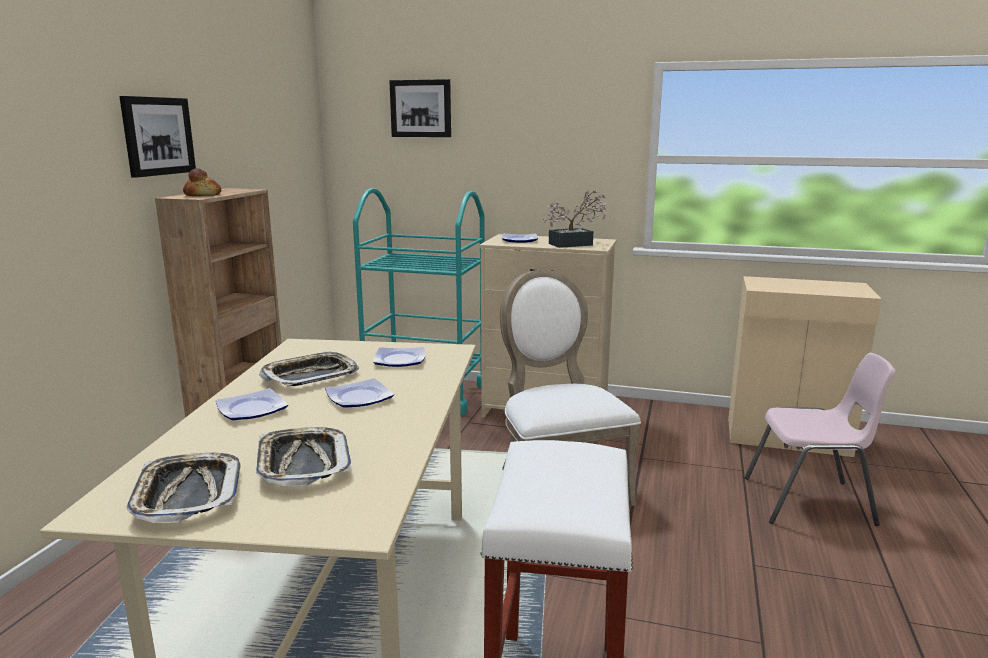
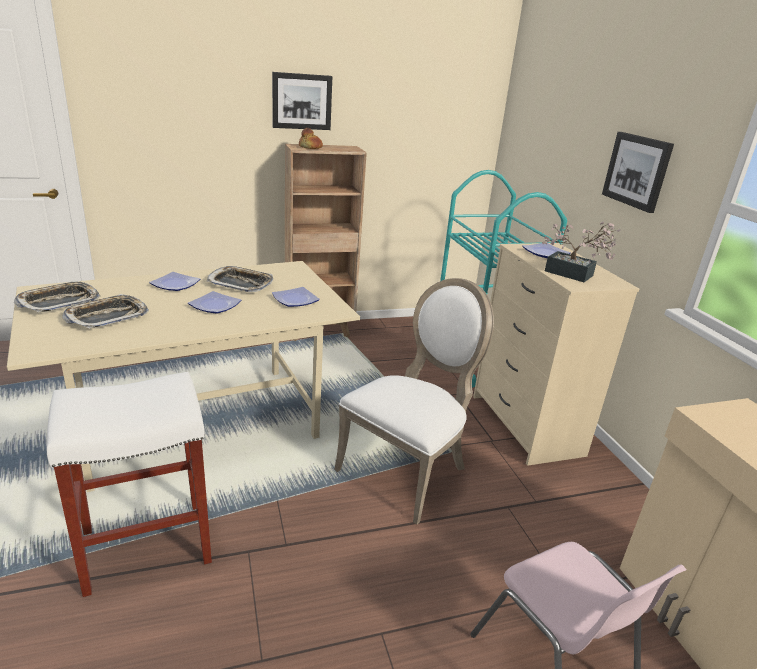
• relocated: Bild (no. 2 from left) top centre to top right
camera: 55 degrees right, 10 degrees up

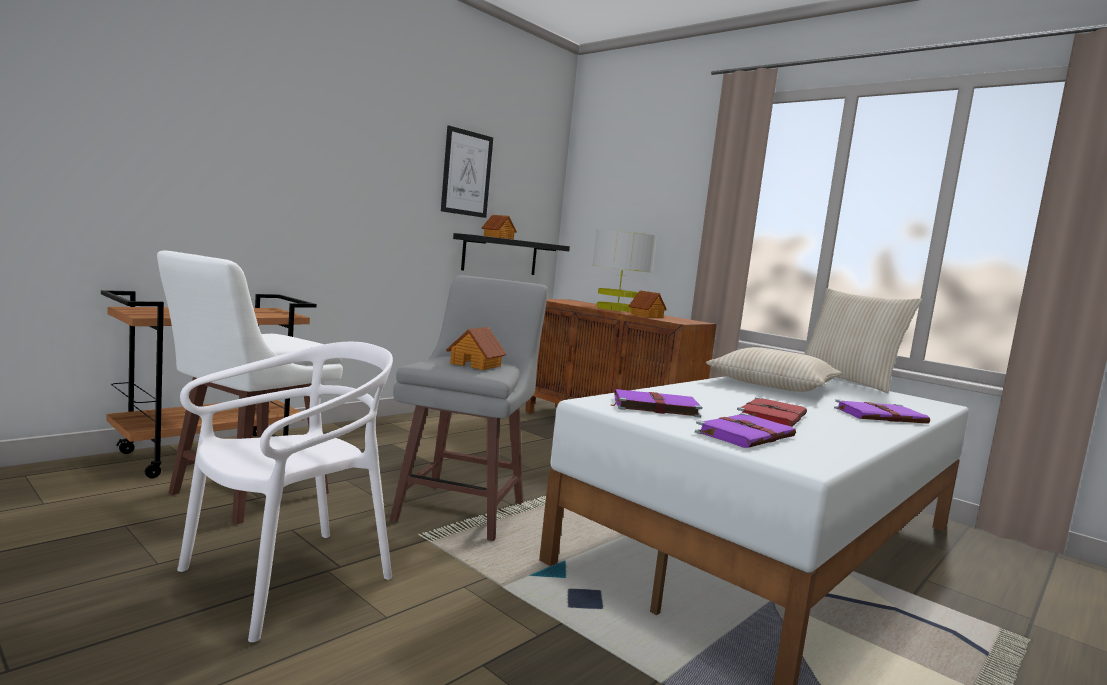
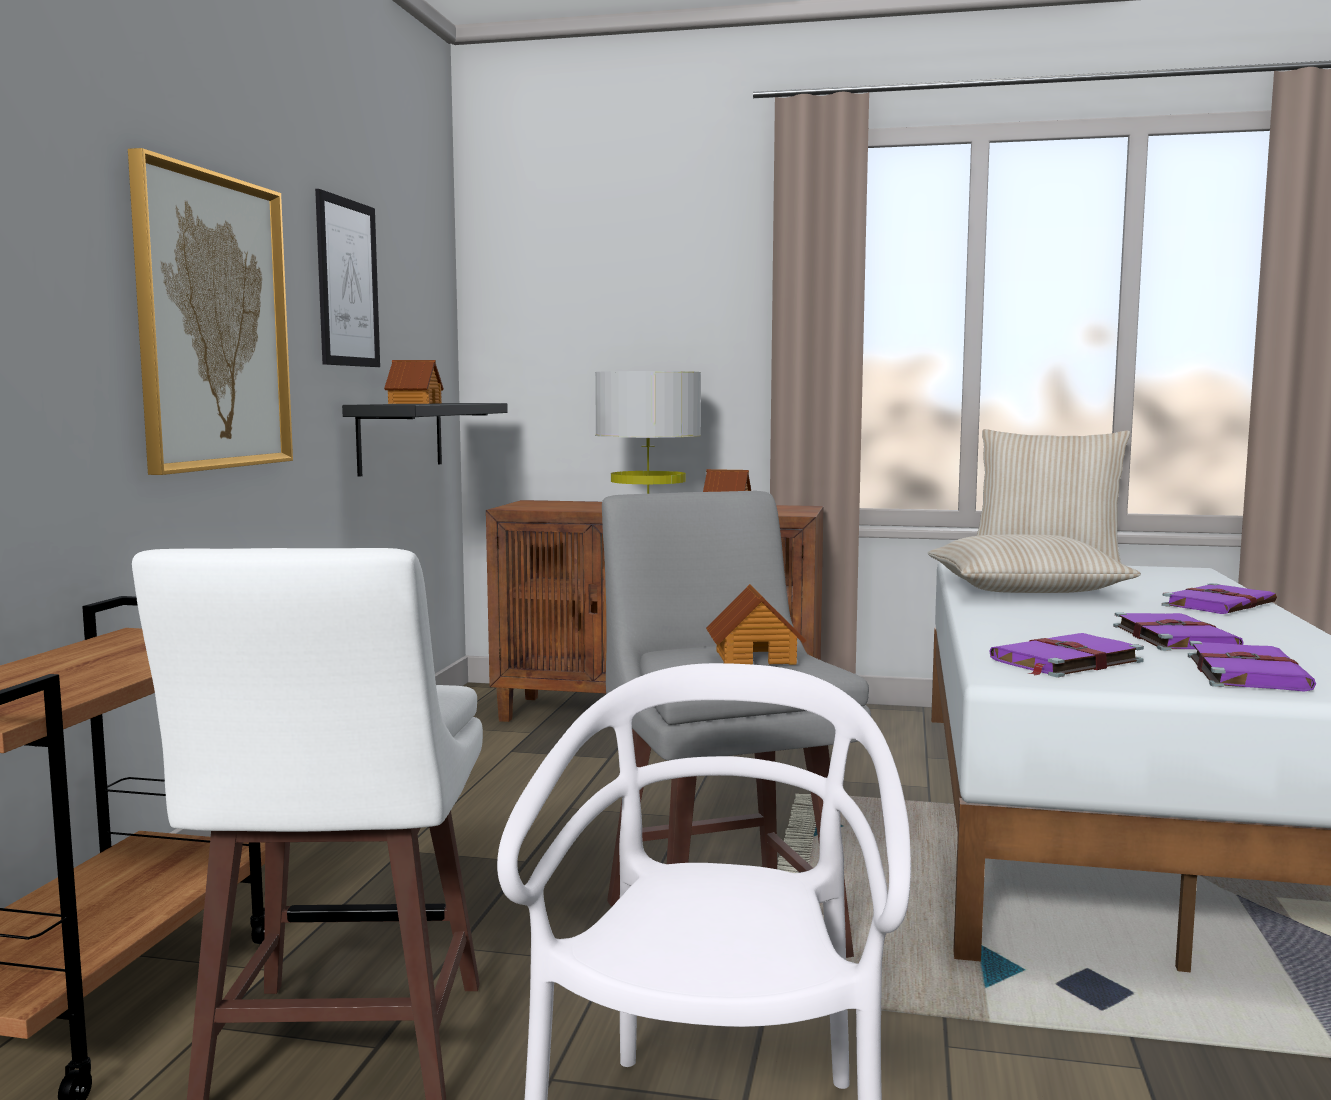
• appeared: Bild (no. 1 from left) top left
• colour: Buch (rot) middle right to Buch (lila) (no. 2 from left) middle right
camera: 30 degrees left, 0 degrees up

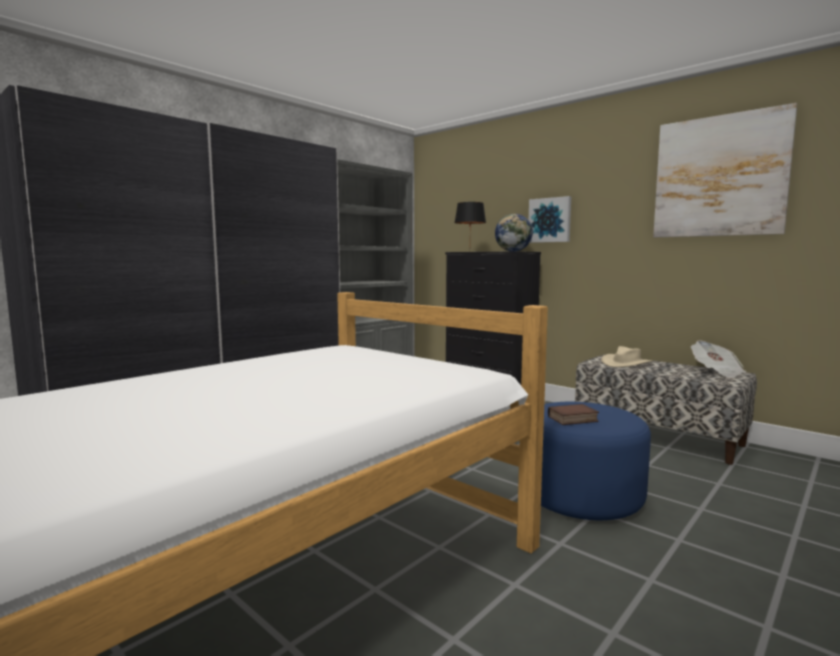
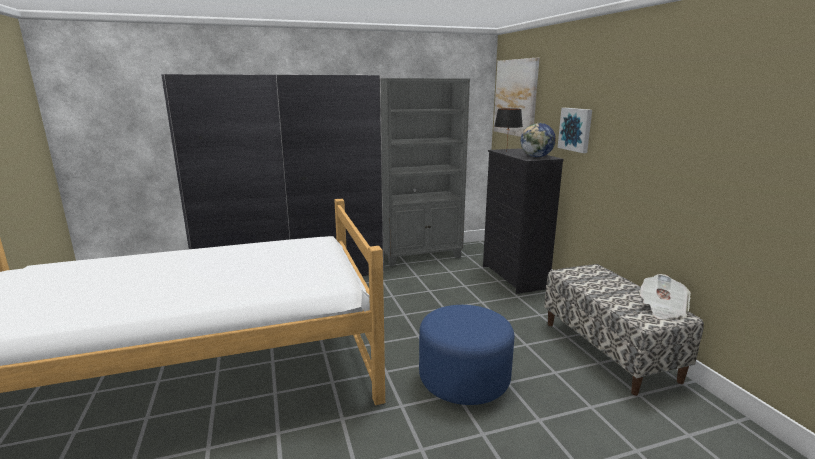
• relocated: Bild (no. 2 from left in the first image) top right to Bild (no. 1 from left) top centre
• missing: Buch middle right
• missing: Hut (beige) middle right
camera: 30 degrees right, 10 degrees up

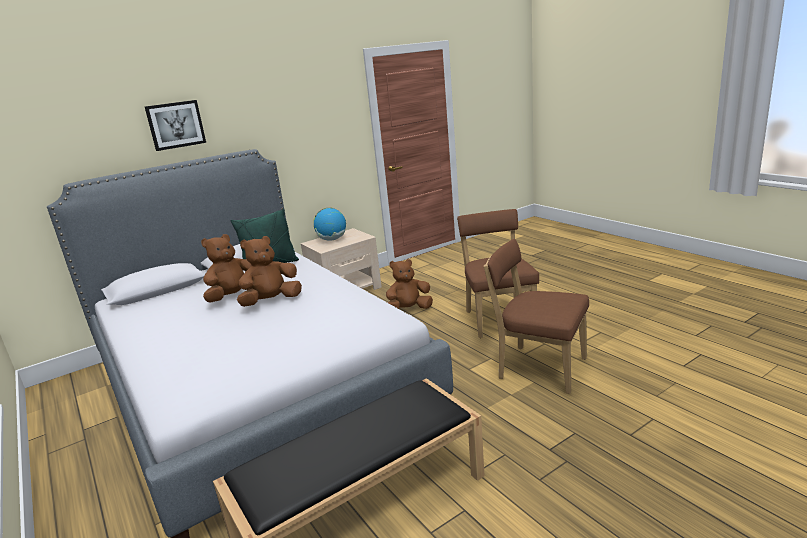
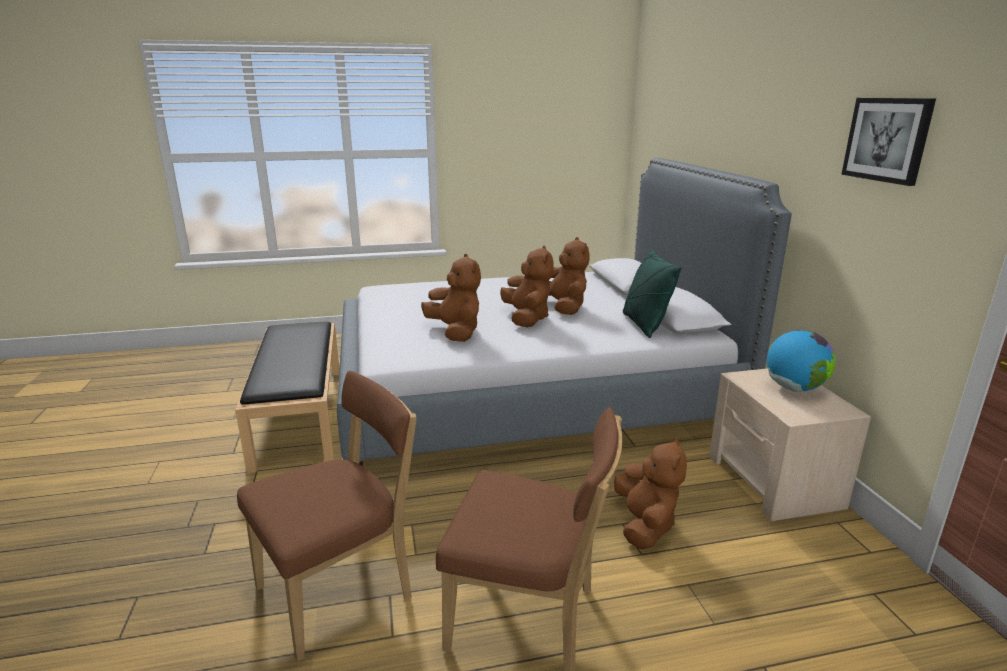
• appeared: Plüschtier (braun) (no. 1 from left) centre
• relocated: Bild top left to top right
camera: 110 degrees right, 0 degrees up

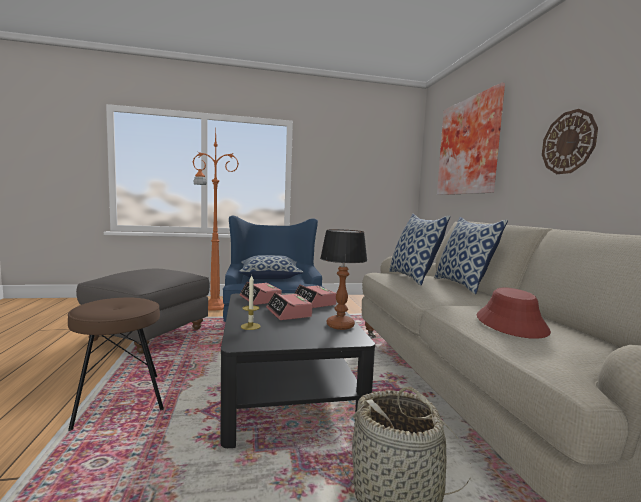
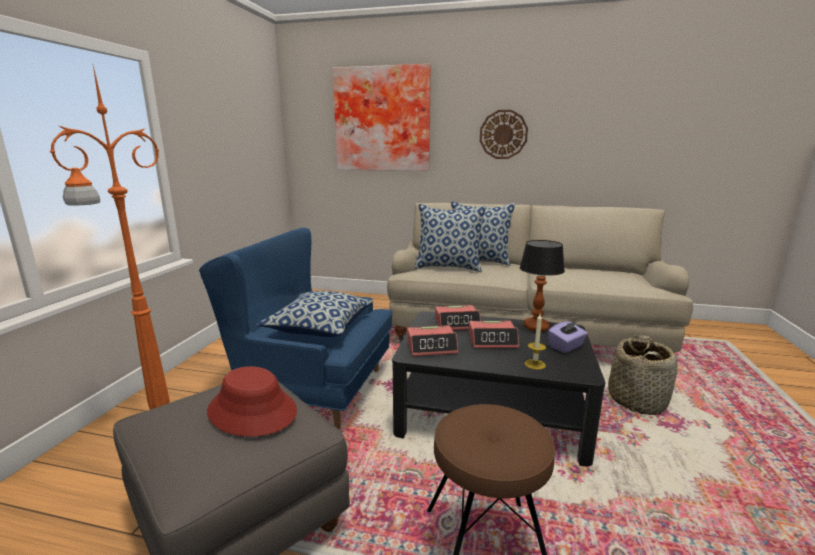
• relocated: Hut (rot) middle right to bottom left
• appeared: Taschentuchbox (lila) middle right
camera: 65 degrees left, 10 degrees up

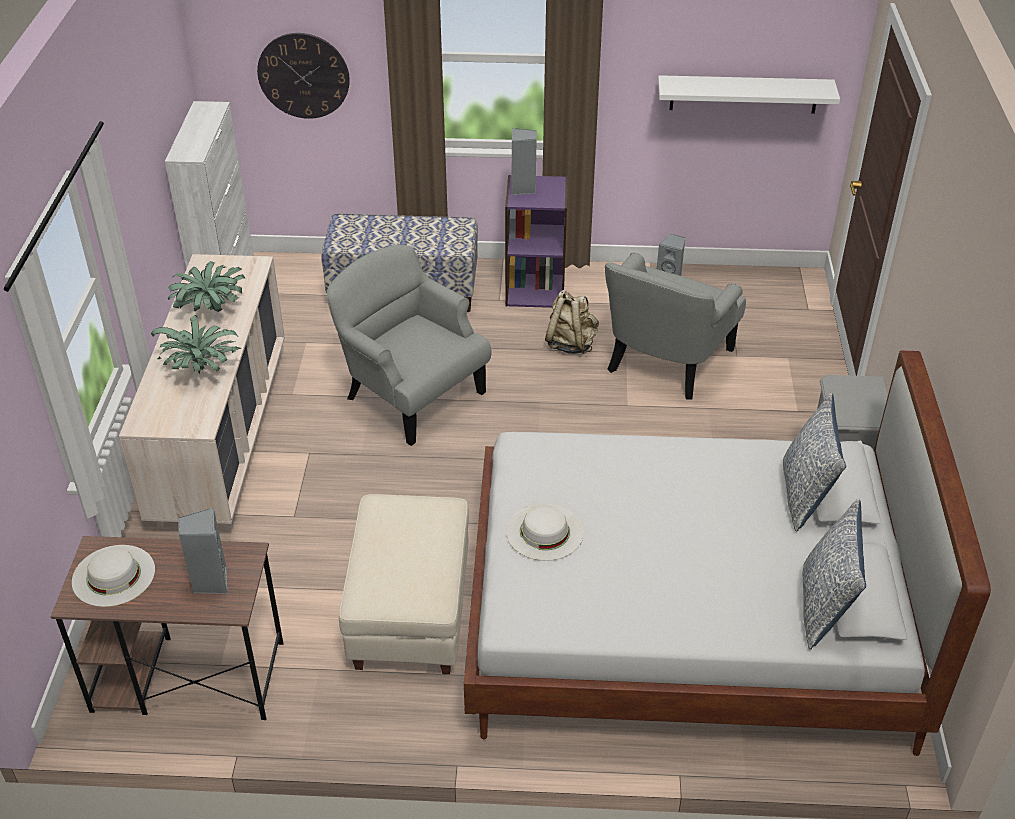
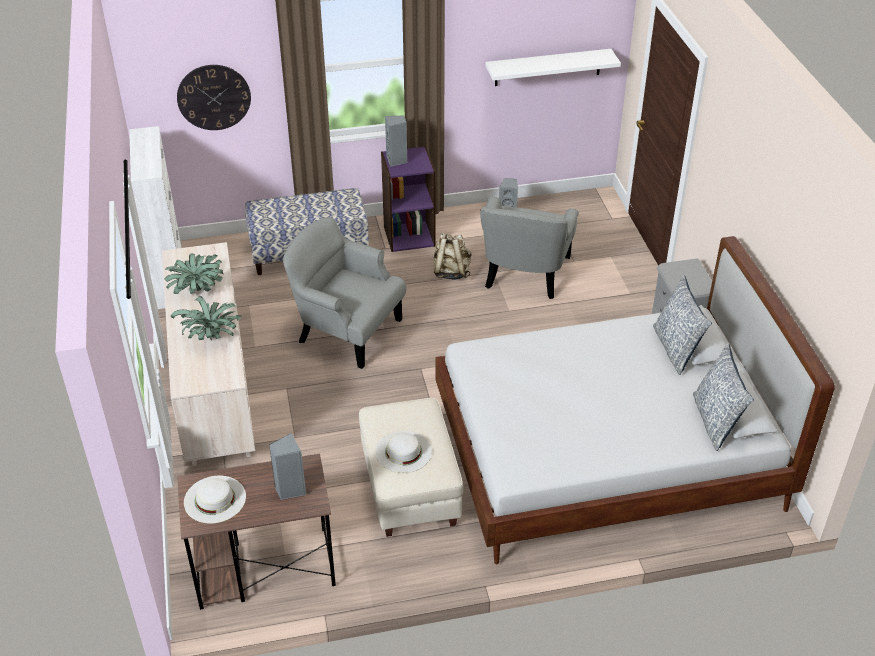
• relocated: Hut (weiß) (no. 2 from left) centre to bottom centre
camera: 15 degrees left, 0 degrees up

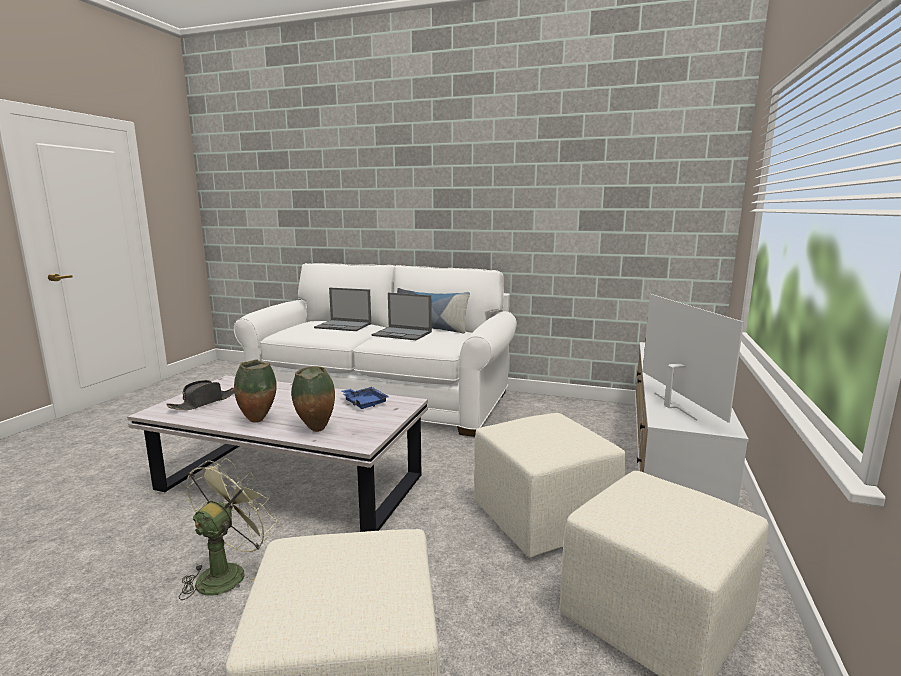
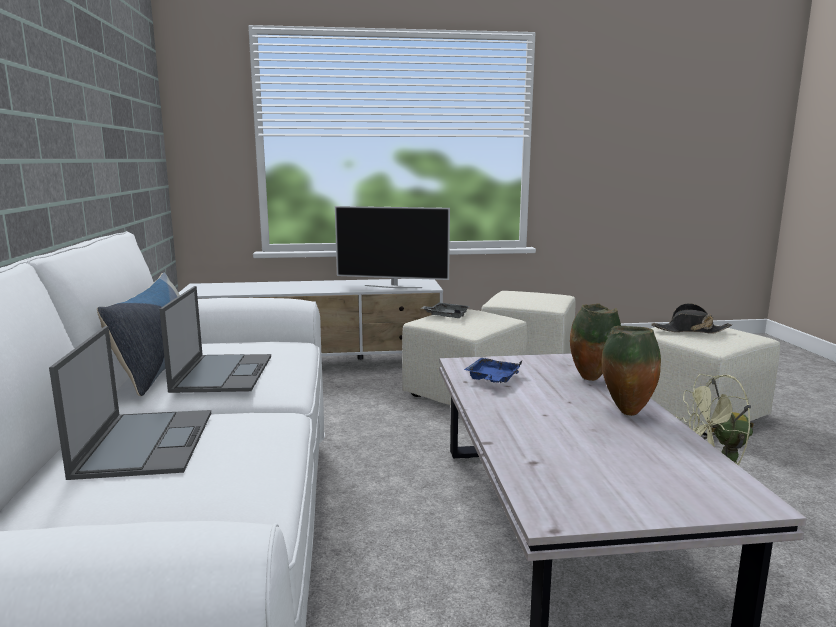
• spun: Fernseher middle right = centre 135 degrees counterclockwise
• appeared: Tablett (grau) centre
• relocated: Hut (schwarz) middle left to middle right
camera: 115 degrees left, 0 degrees up

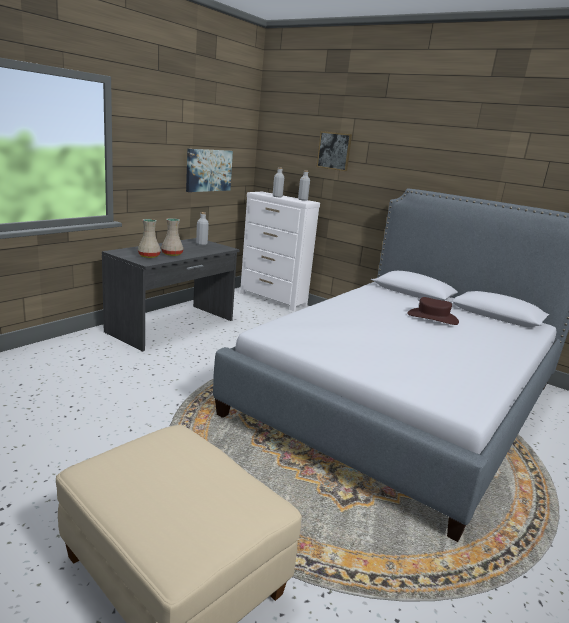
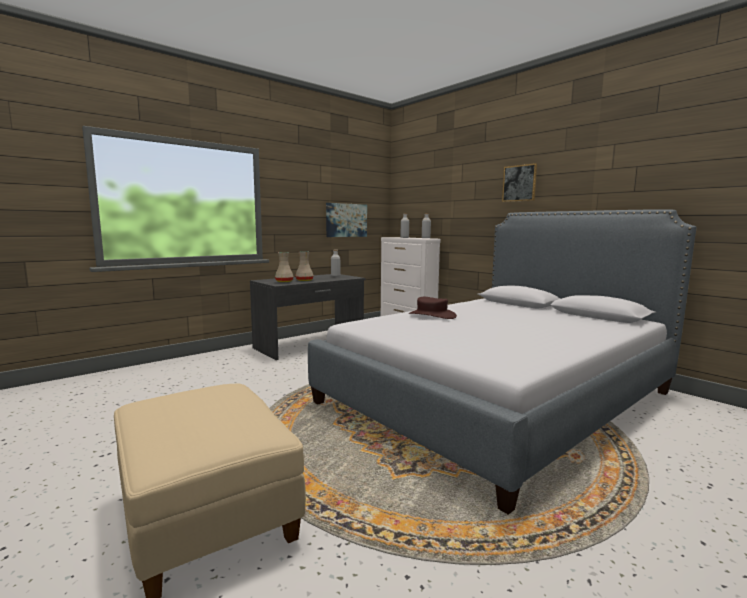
• relocated: Hut (braun) middle right to centre
• relocated: Bild (no. 2 from left) top centre to top right
camera: 15 degrees right, 10 degrees down

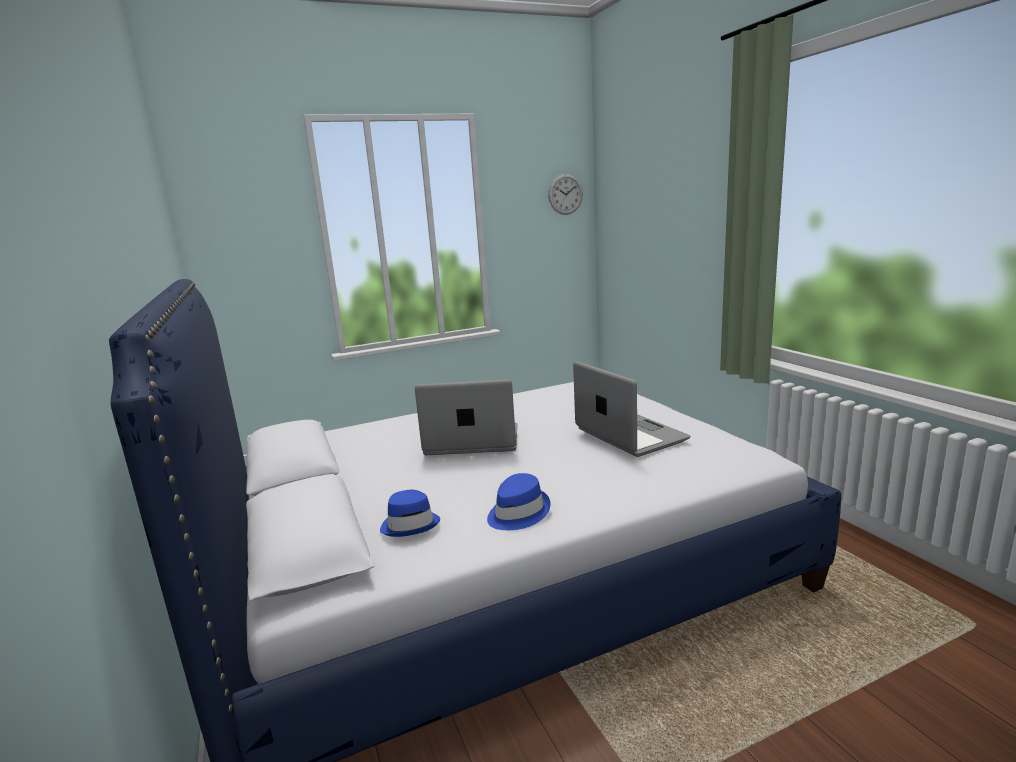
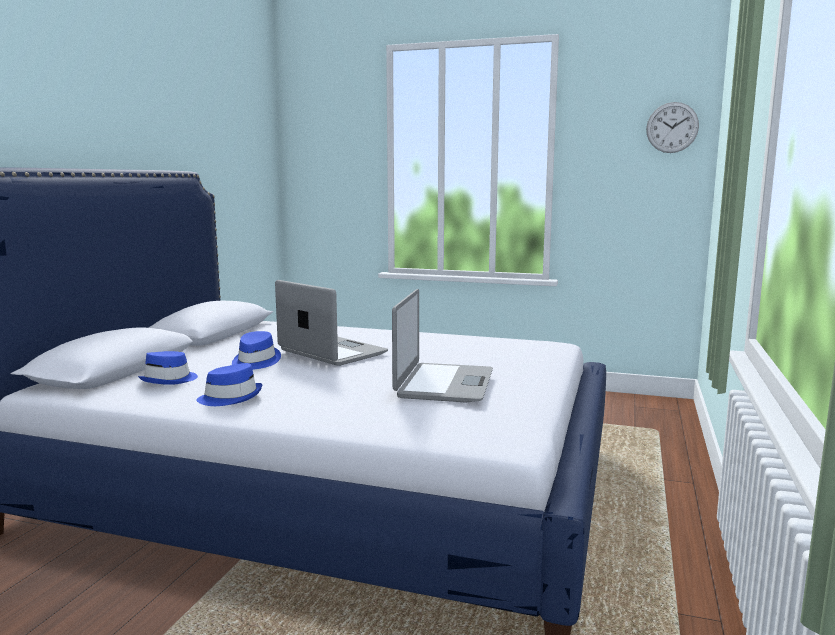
• appeared: Hut (blau) (no. 3 from left) middle left
camera: 40 degrees right, 5 degrees down

